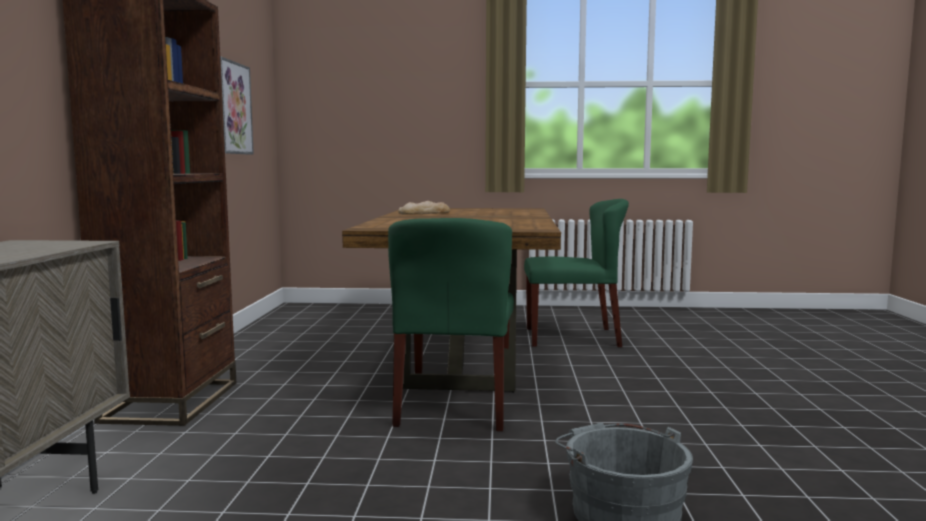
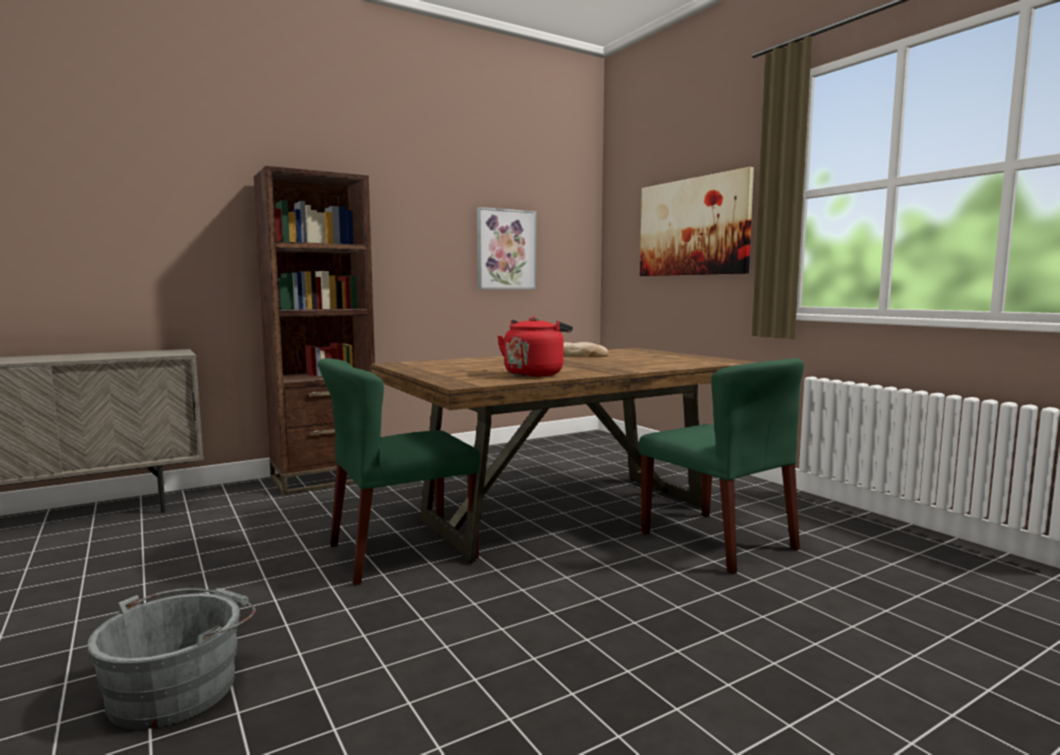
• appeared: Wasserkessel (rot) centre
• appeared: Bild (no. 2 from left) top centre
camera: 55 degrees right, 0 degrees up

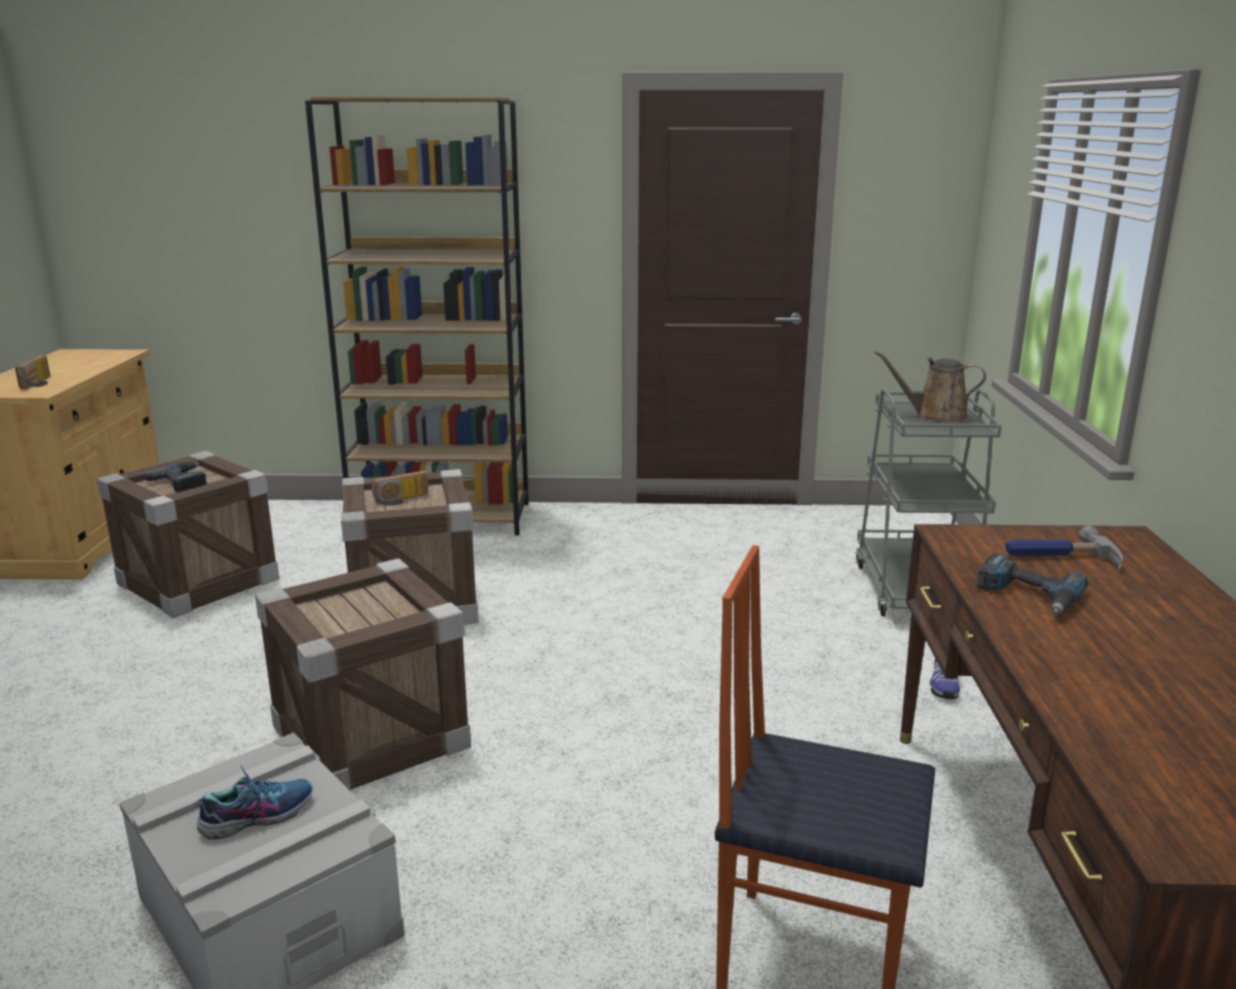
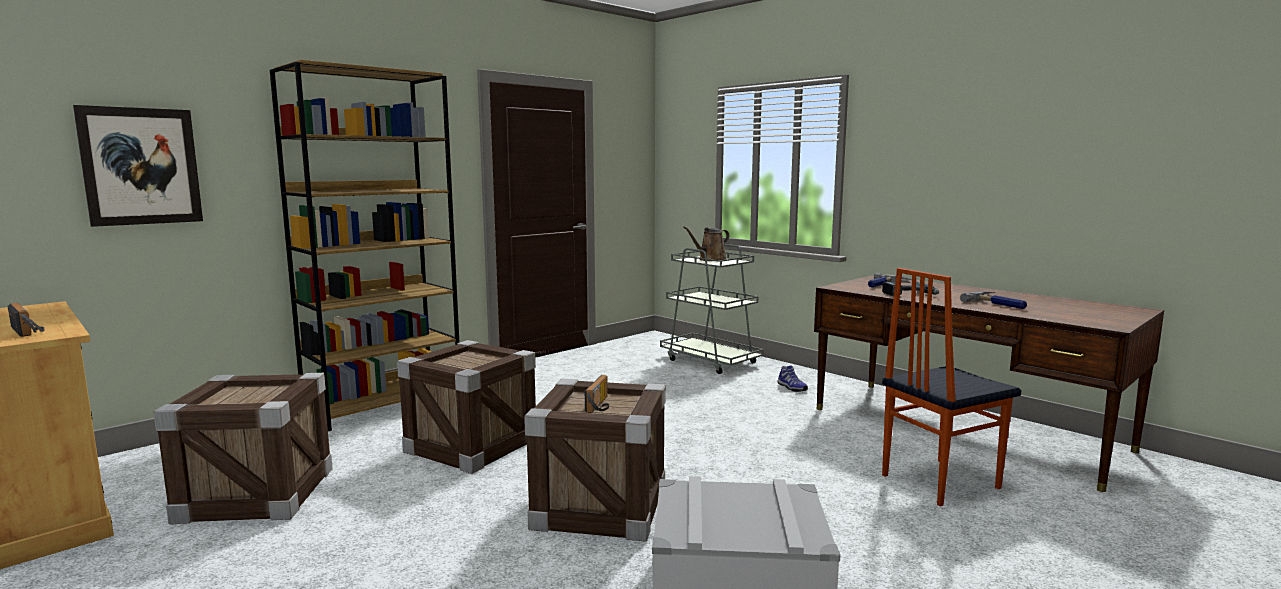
• appeared: Bild top left
• relocated: Radio (no. 2 from left) middle left to bottom centre
• appeared: Hammer (no. 2 from left) middle right
• missing: Bohrmaschine (no. 1 from left) middle left
• missing: Schuh (no. 1 from left) bottom left
camera: 45 degrees left, 10 degrees down

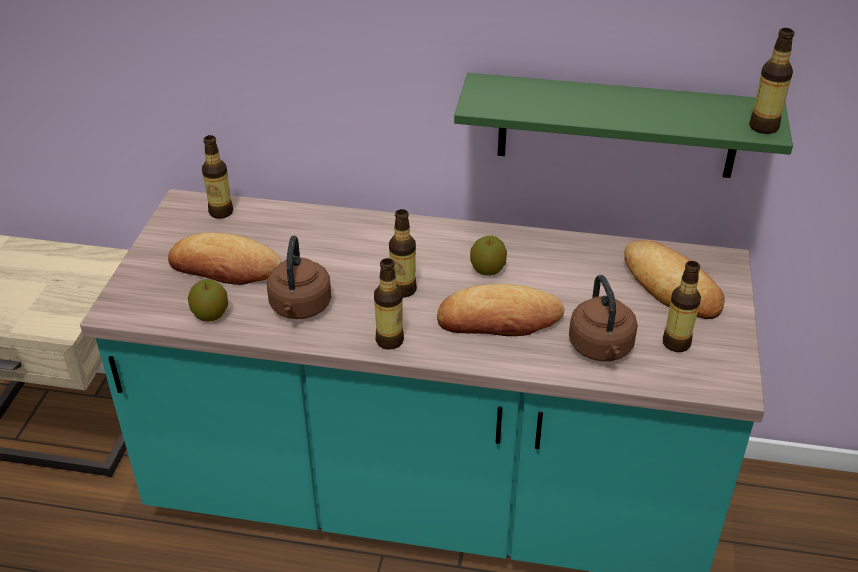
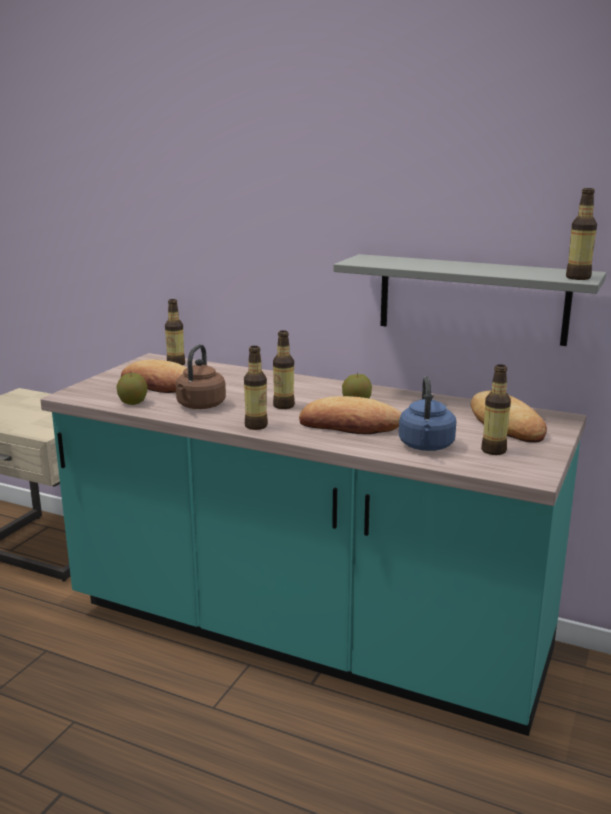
• colour: Wandregal (grün) top right to Wandregal (grau) middle right
• colour: Wasserkessel (braun) (no. 2 from left) middle right to Wasserkessel (blau) middle right
camera: 15 degrees right, 20 degrees down

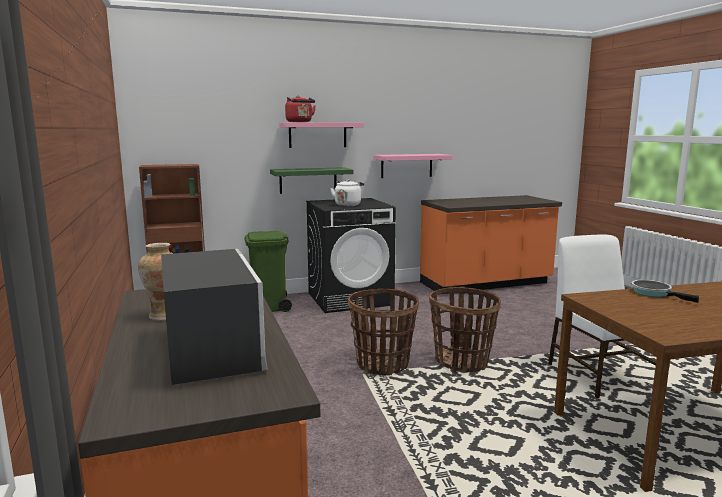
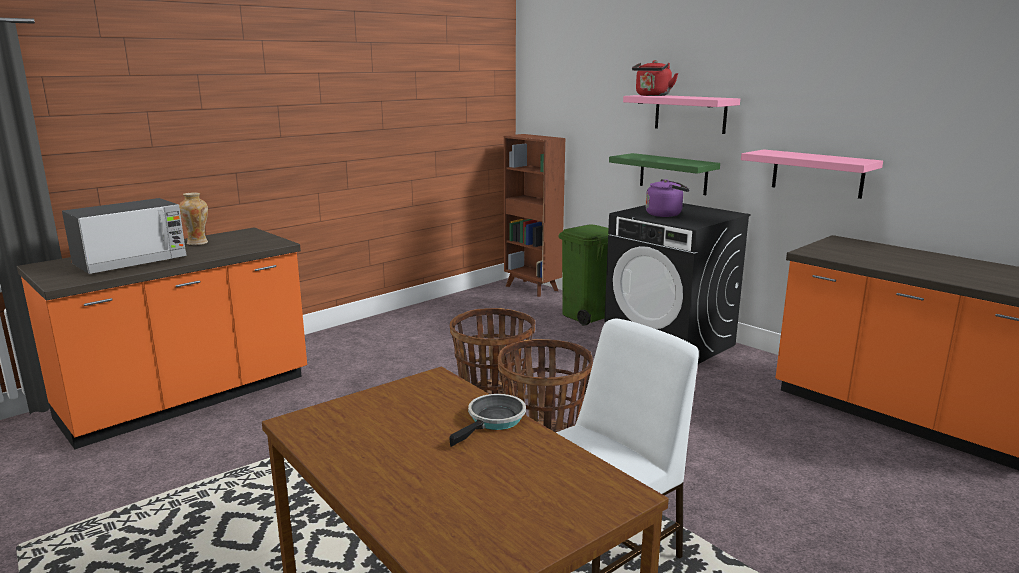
• colour: Wasserkessel (weiß) centre to Wasserkessel (lila) centre
camera: 65 degrees right, 5 degrees up

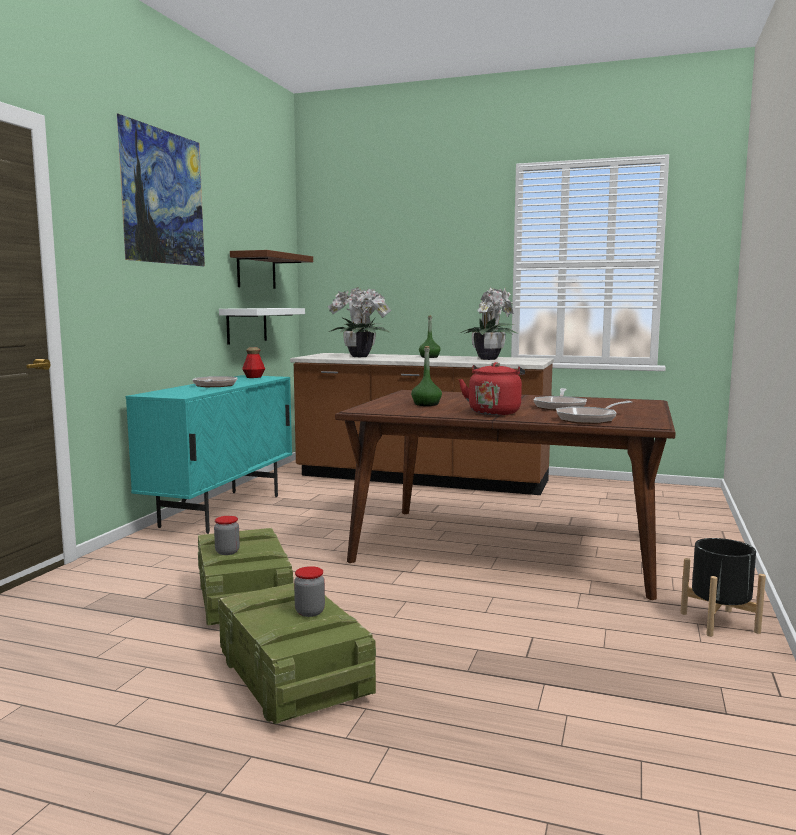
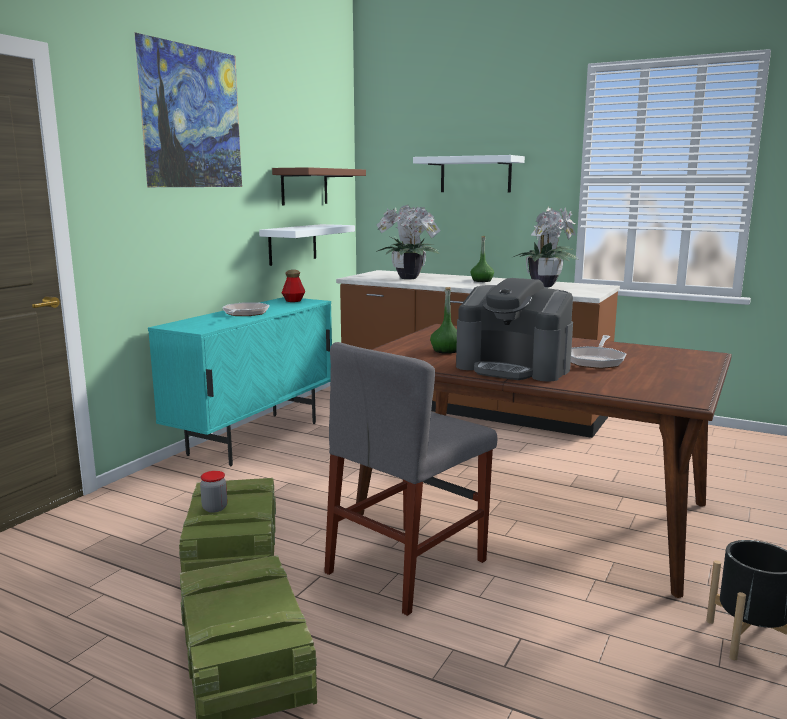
• appeared: Stuhl (grau) centre
• appeared: Wandregal (weiß) (no. 2 from left) top centre
• exchanged: Wasserkessel (rot) centre to Kaffeemaschine centre
• missing: Vorratsglas (no. 2 from left) bottom centre
• missing: Pfanne (no. 3 from left) middle right
camera: 10 degrees right, 5 degrees up

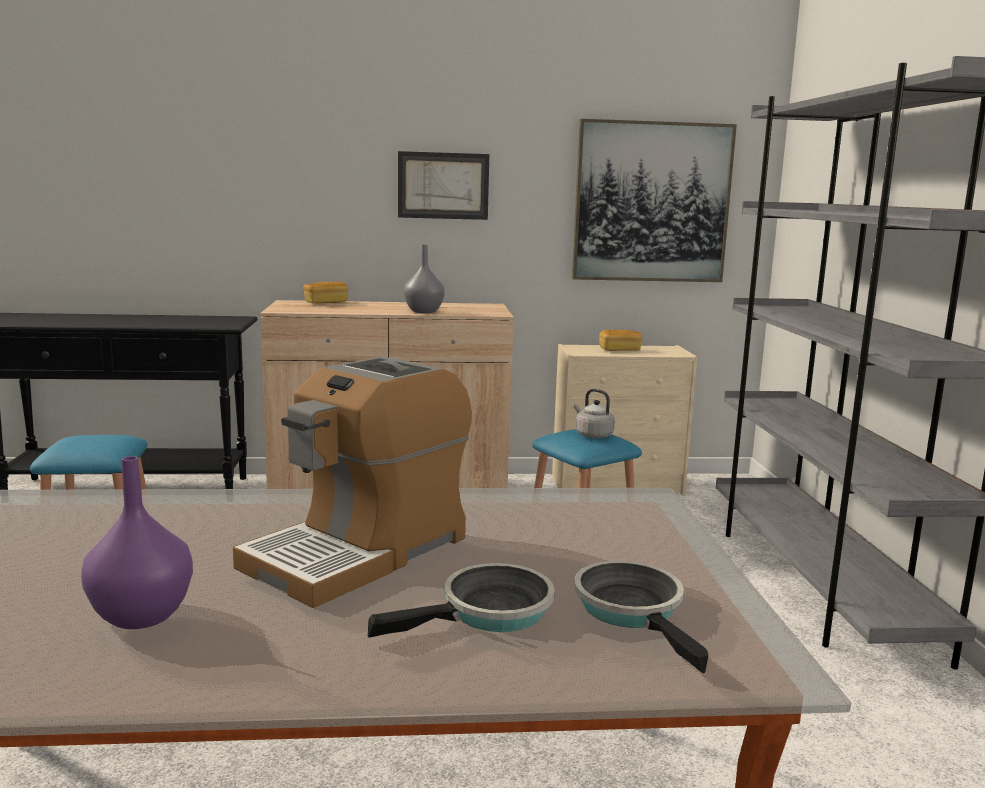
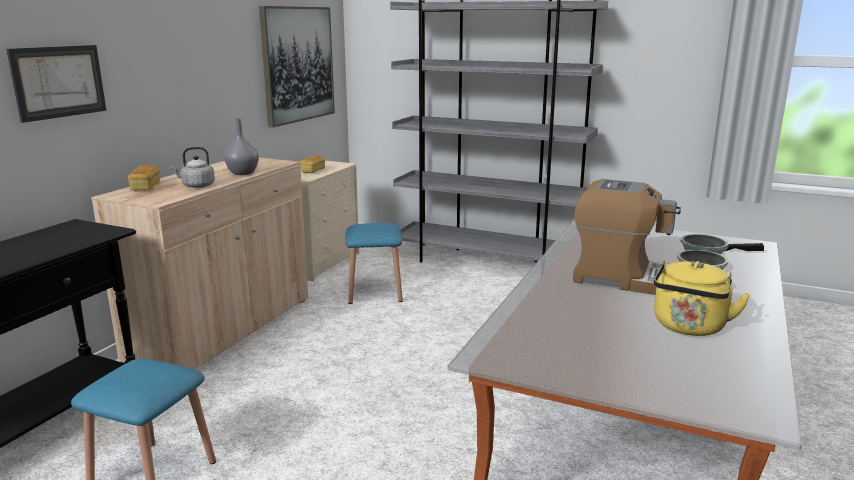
• relocated: Bild (no. 1 from left) top centre to top left
• relocated: Wasserkessel (grau) centre to middle left
• spun: Kaffeemaschine centre = middle right 45 degrees counterclockwise
• exchanged: Vase (lila) bottom left to Wasserkessel (gelb) middle right
camera: 60 degrees left, 5 degrees up

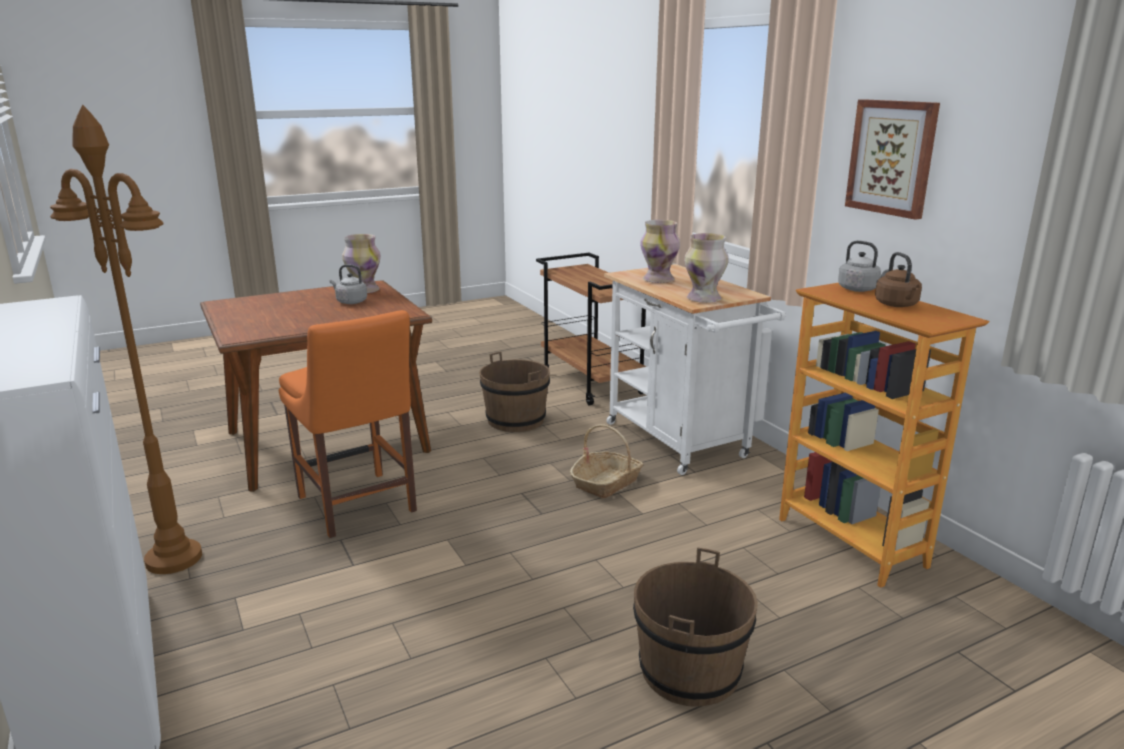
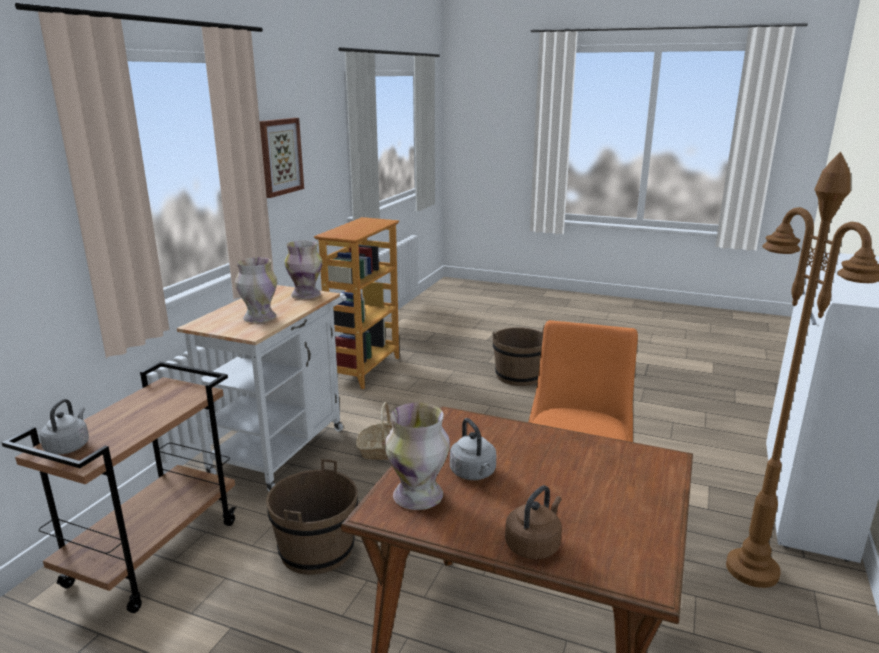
• relocated: Wasserkessel (grau) (no. 2 from left in the first image) middle right to Wasserkessel (grau) (no. 1 from left) middle left
• relocated: Wasserkessel (braun) middle right to bottom centre
camera: 130 degrees left, 0 degrees up

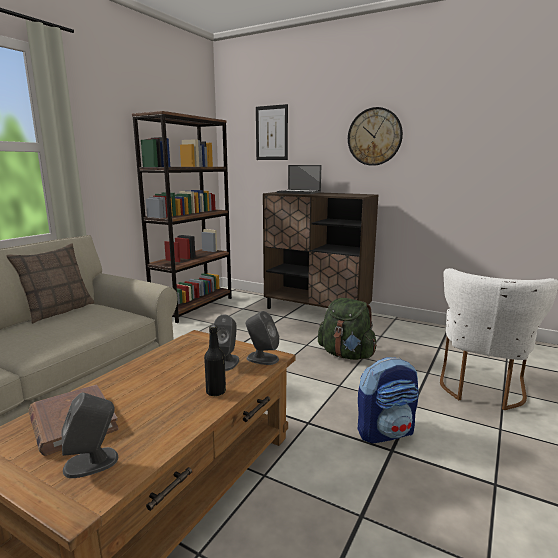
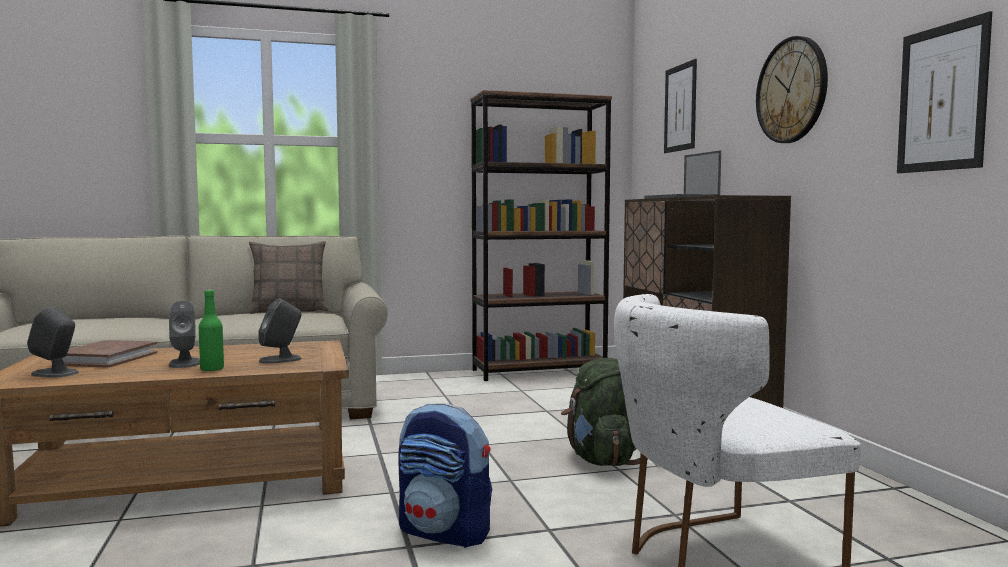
• relocated: Lautsprecher (grau) (no. 3 from left in the first image) centre to Lautsprecher (grau) (no. 2 from left) middle left
• colour: Flasche (schwarz) centre to Flasche (grün) middle left
• appeared: Bild (no. 2 from left) top right
camera: 45 degrees right, 10 degrees down

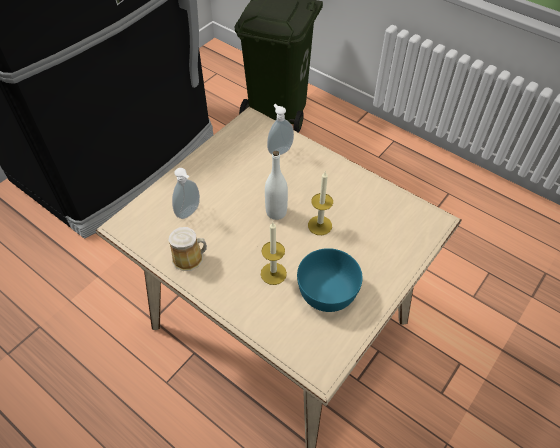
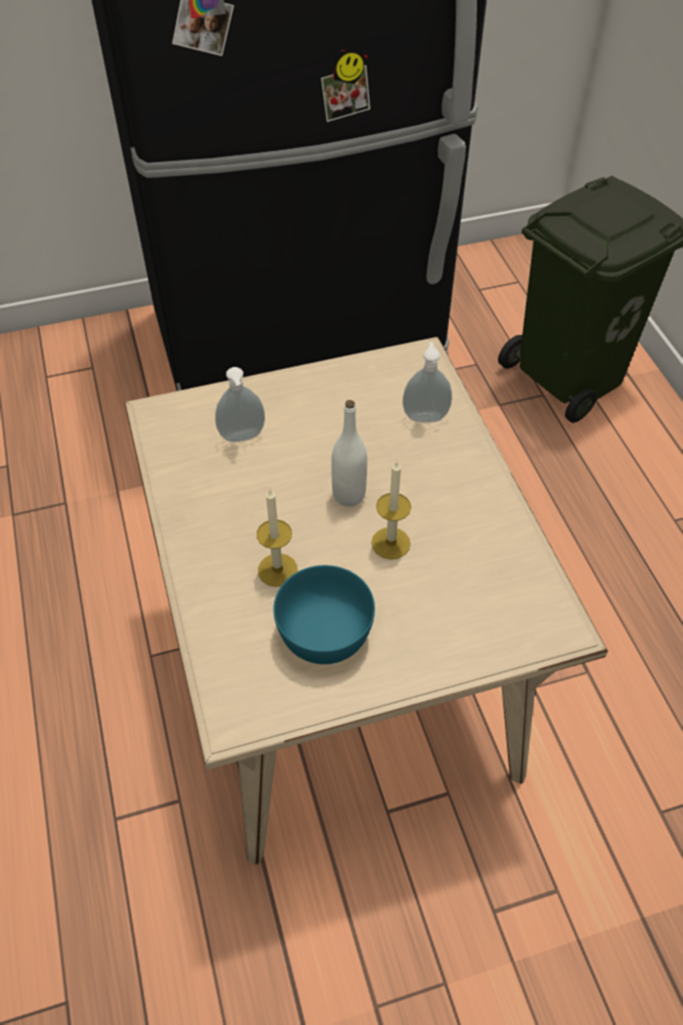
• missing: Henkelbecher centre
camera: 35 degrees right, 0 degrees up

